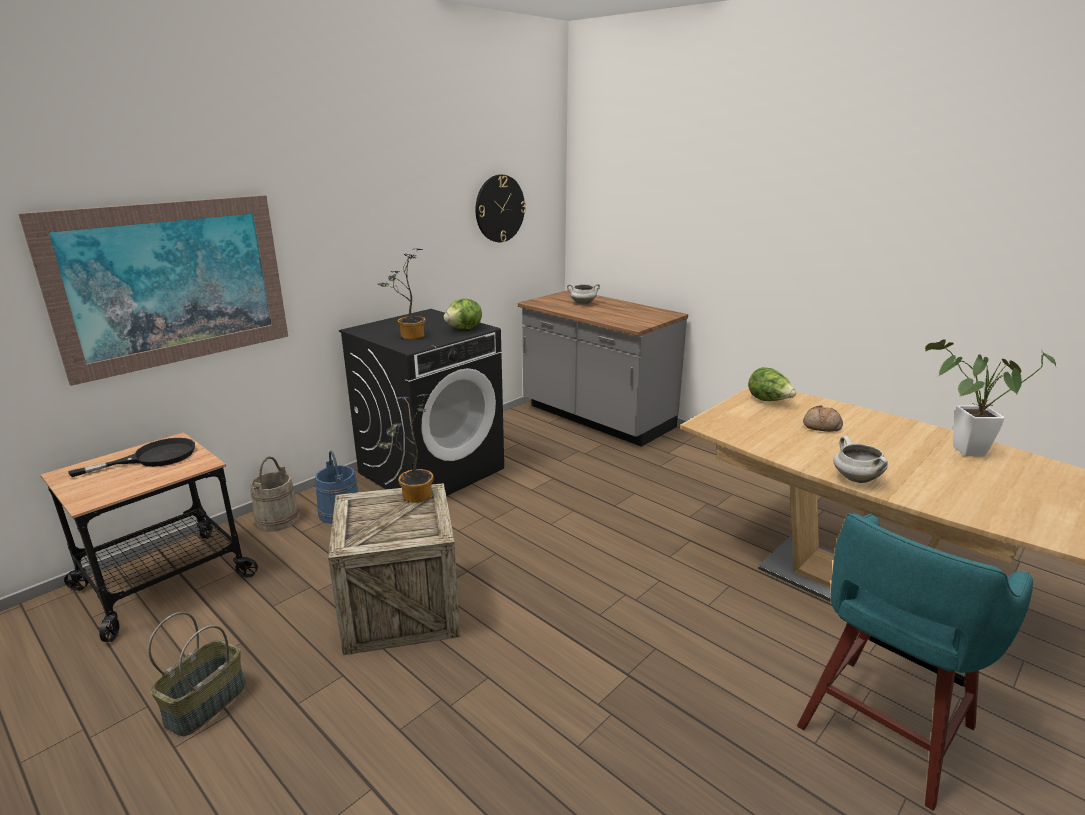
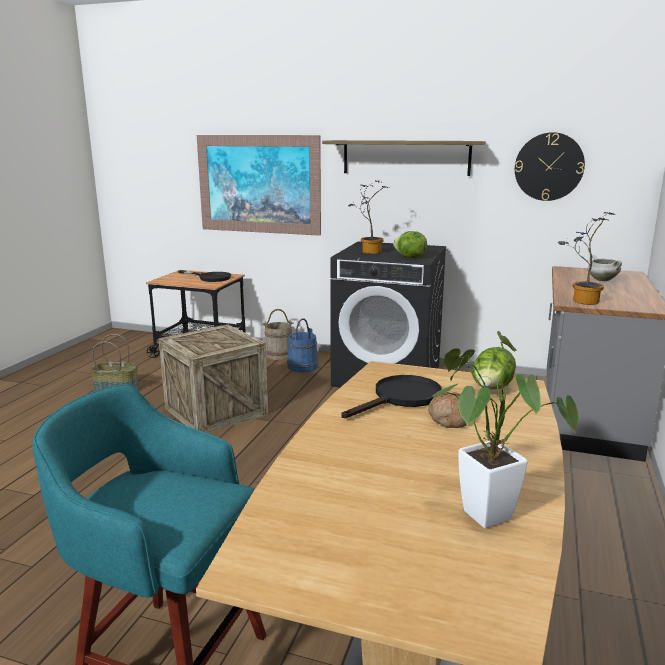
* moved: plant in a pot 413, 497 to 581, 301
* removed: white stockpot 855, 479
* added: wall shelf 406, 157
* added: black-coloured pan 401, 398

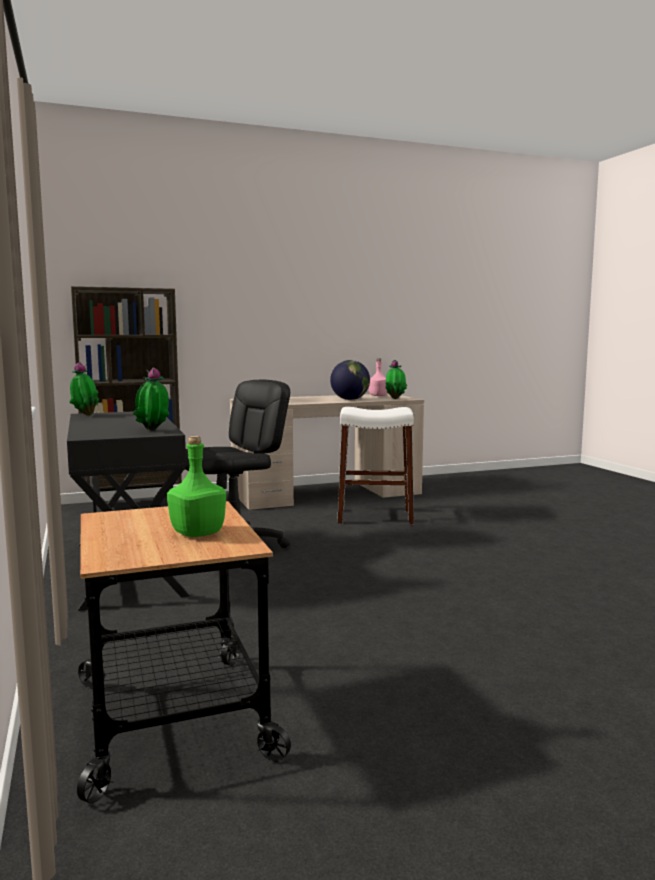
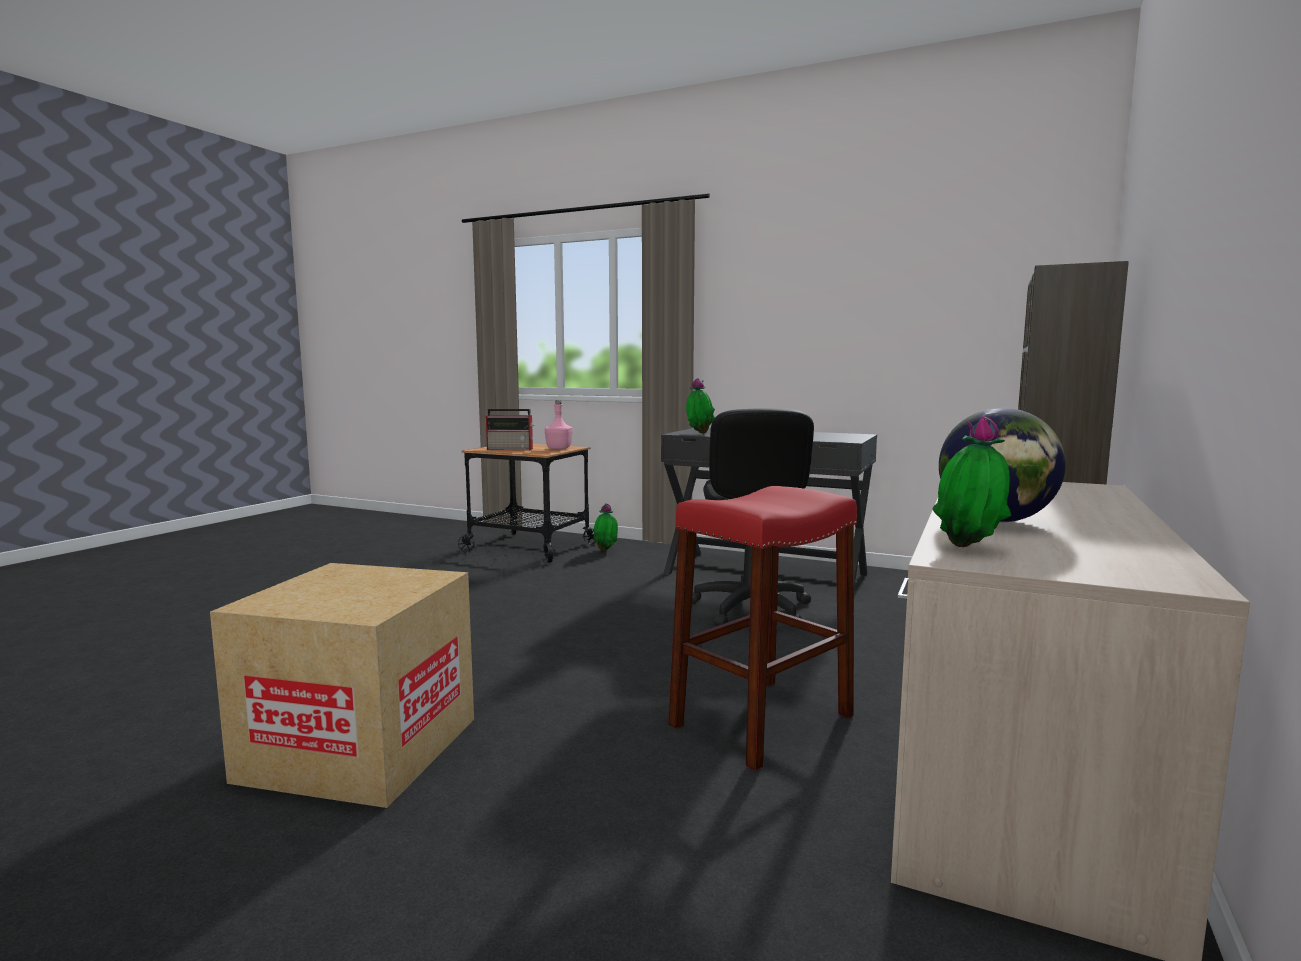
* moved: plant in a pot 85, 415 to 606, 550
* replaced: greenish beverage bottle 197, 533 to radio set 511, 449
* recoloured: white stool seat 374, 517 to red stool seat 762, 720
* moved: pink beverage bottle 378, 396 to 558, 449
* added: packing box 360, 748

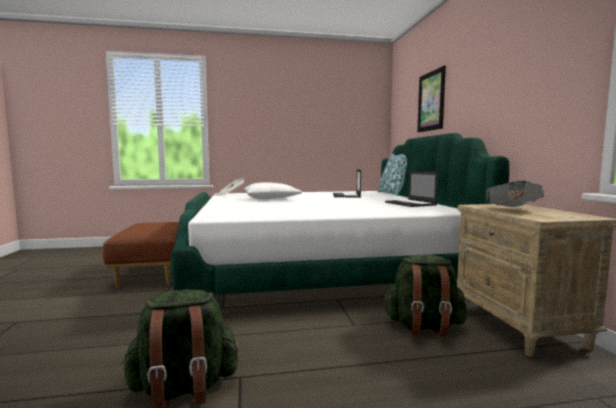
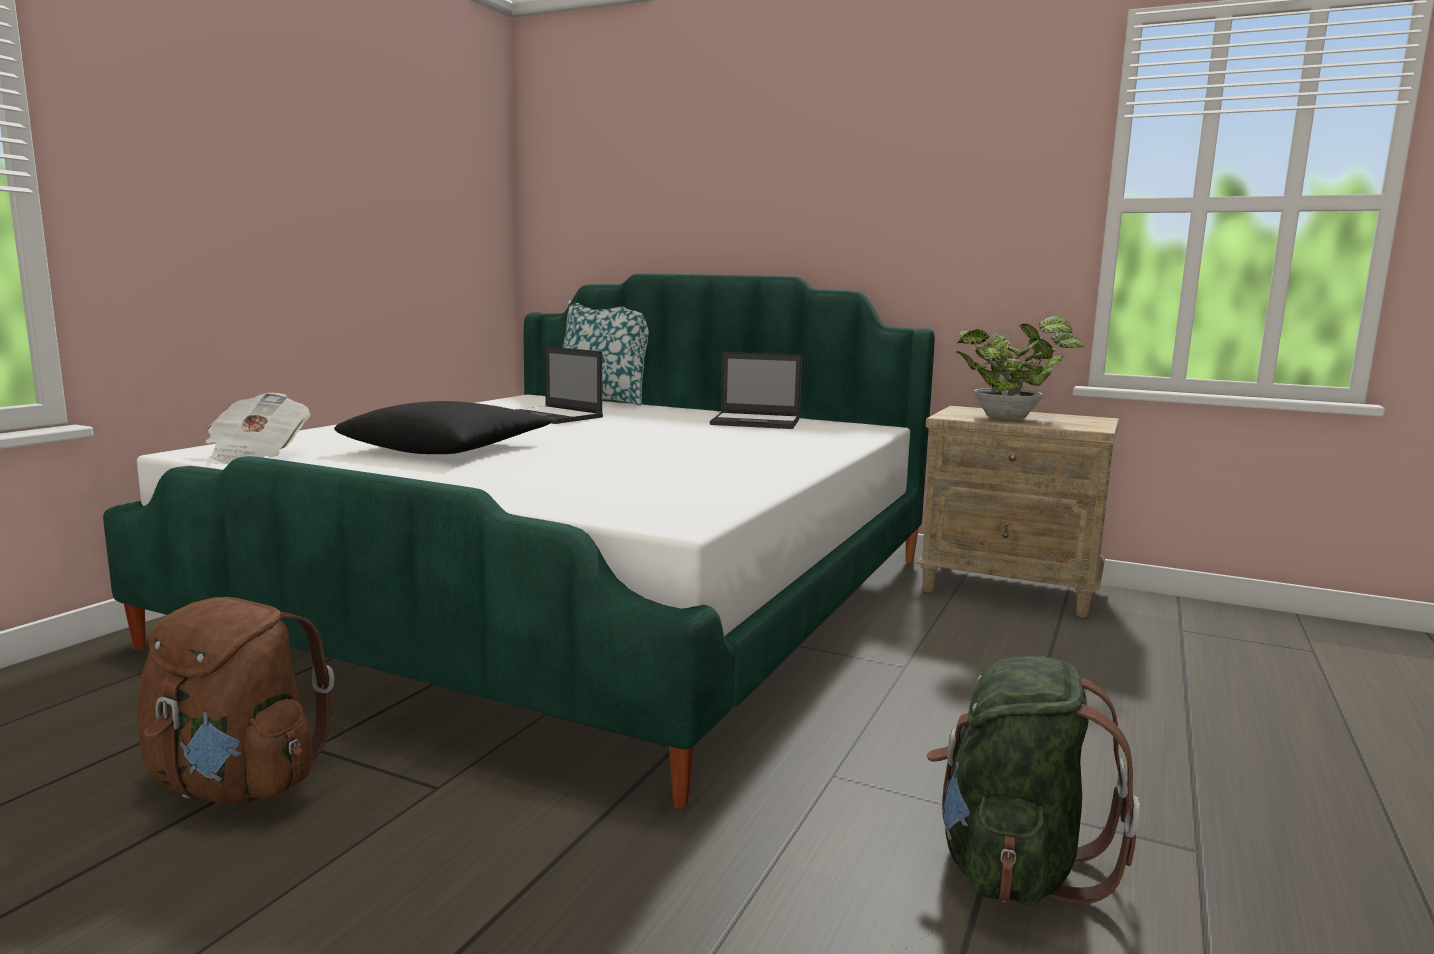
* replaced: brown ottoman 153, 274 to brown backpack 236, 784
* recoloured: white throw pillow 271, 198 to black-coloured throw pillow 448, 448
* removed: greenish backpack 423, 327
* removed: wall picture 431, 101
* replaced: printed paper 512, 209 to plant in a pot 1011, 418

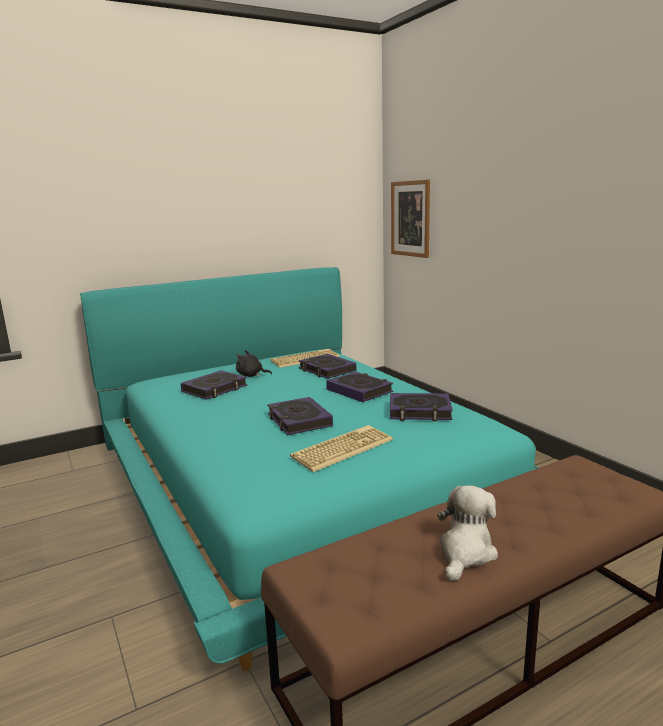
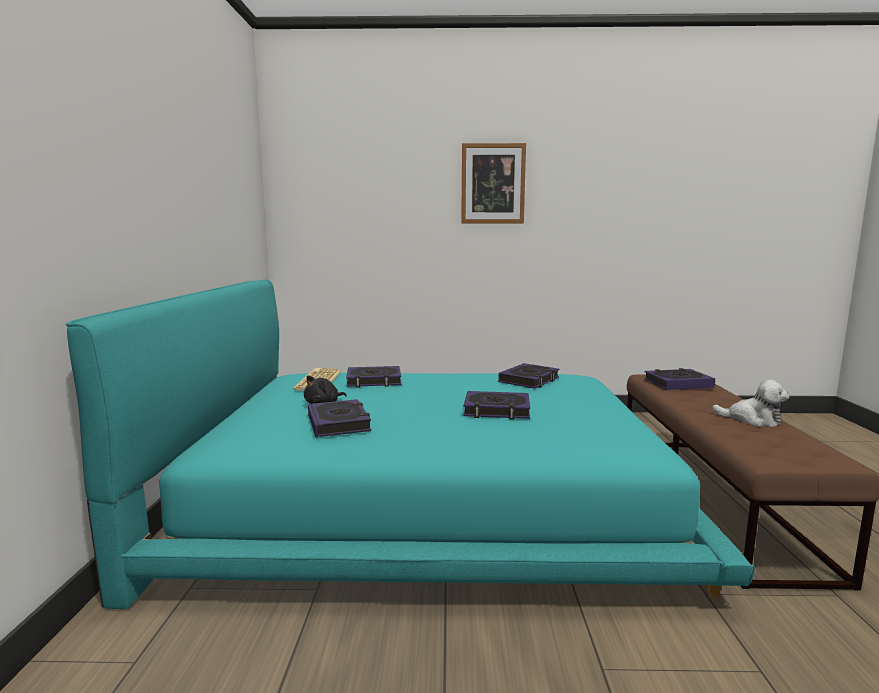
* removed: keyboard 342, 448
* moved: bound book 359, 391 to 677, 384
* moved: wall picture 410, 218 to 493, 184
* turned: soft toy 465, 552 = 752, 420 150 degrees clockwise

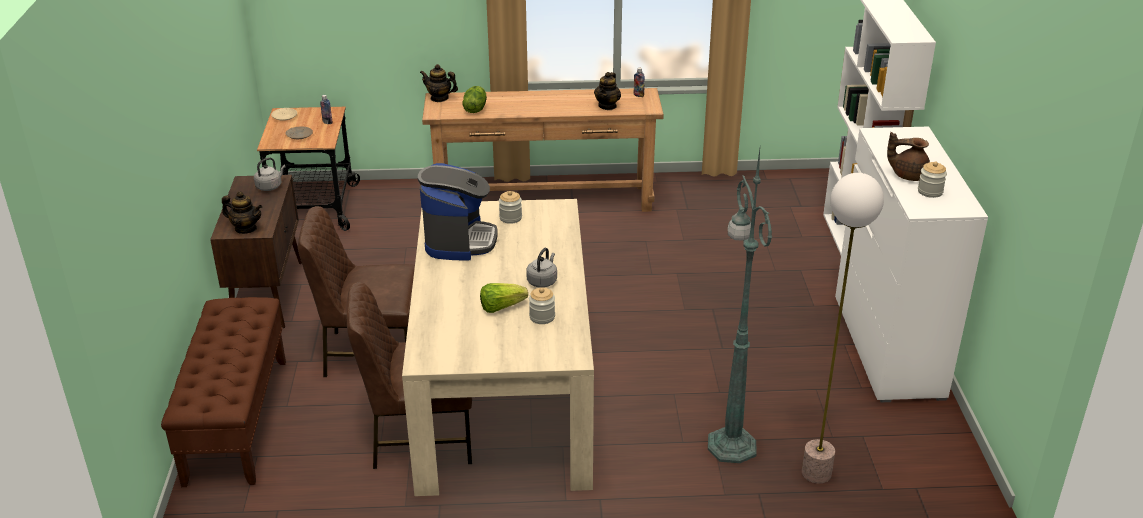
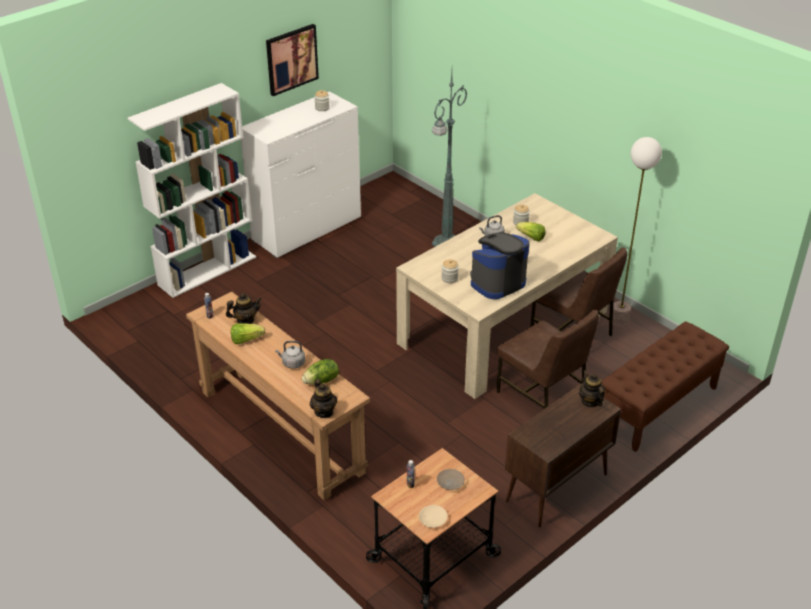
* moved: greyish kettle 270, 186 to 292, 363
* moved: standard lamp 816, 472 to 619, 322
* removed: brown teapot 908, 175
* added: lettuce head 246, 339
* added: wall picture 291, 59

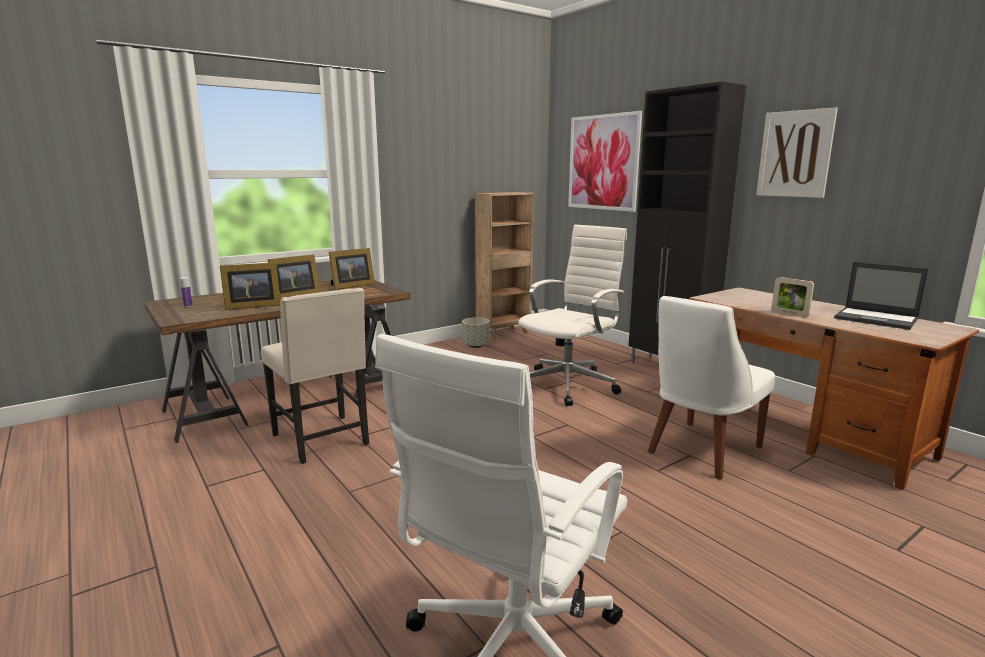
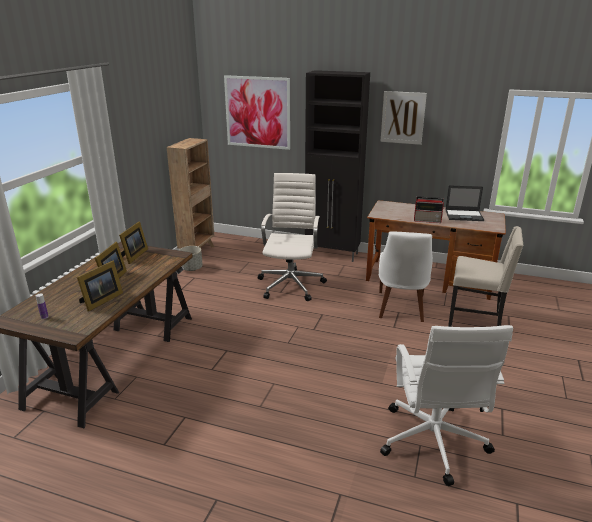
* moved: beige chair 323, 440 to 475, 321
* replaced: standing frame 789, 313 to radio set 428, 220

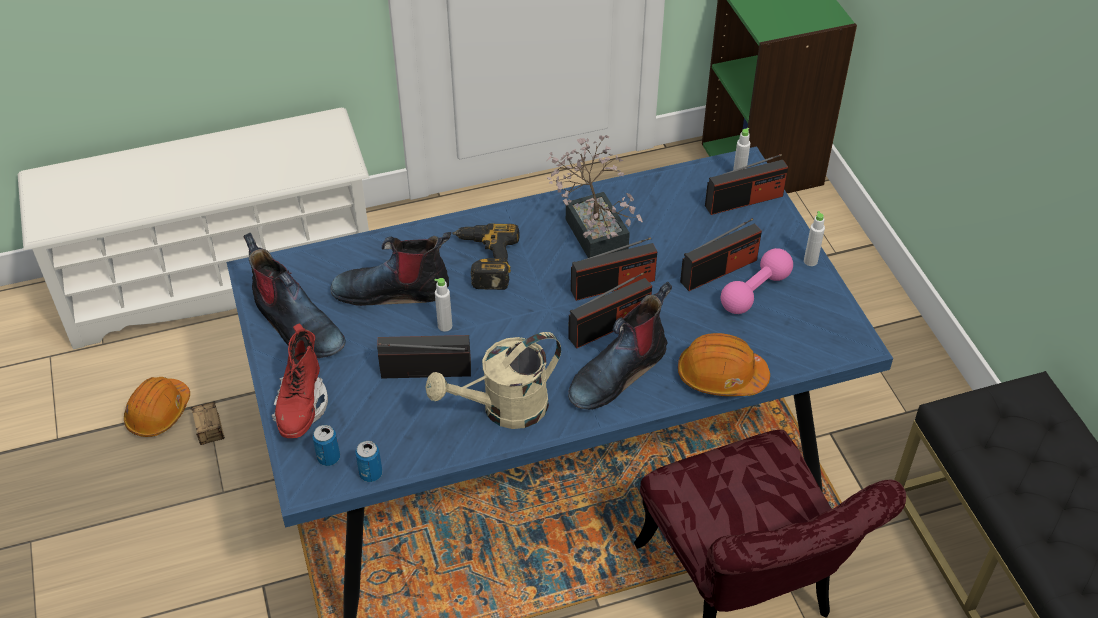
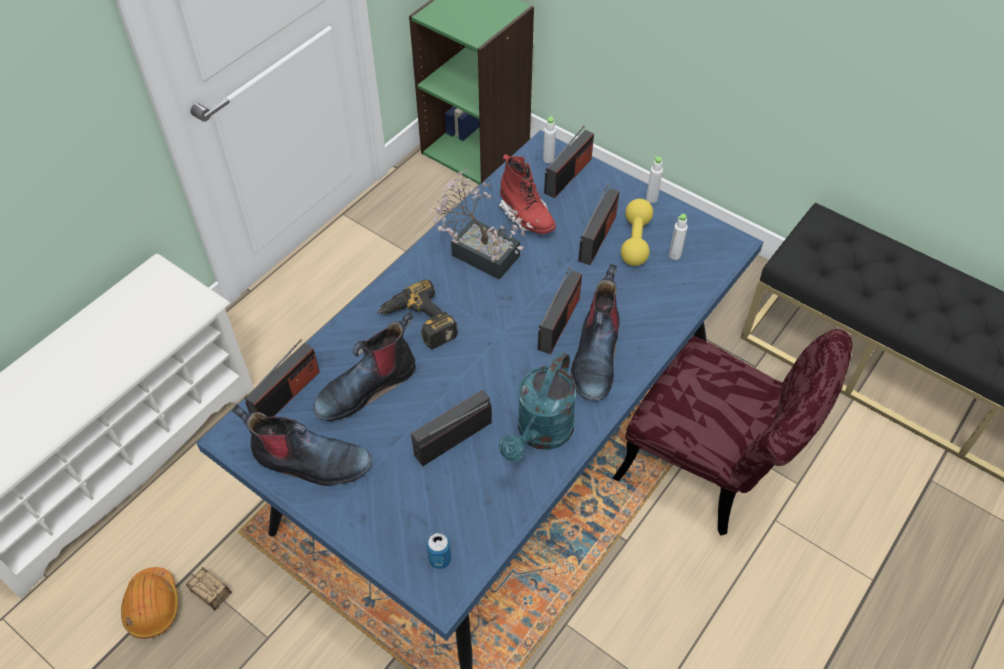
* moved: red tall boot 301, 407 to 526, 216
* removed: sealed can 371, 474
* recoloured: beige watering can 504, 409 to turquoise-coloured watering can 540, 434
* moved: white beverage bottle 445, 326 to 674, 255
* moved: radio set 613, 285 to 286, 395
* removed: orangey safety helmet 721, 376
* recoloured: pink dumbbell 755, 292 to yellowish dumbbell 635, 241

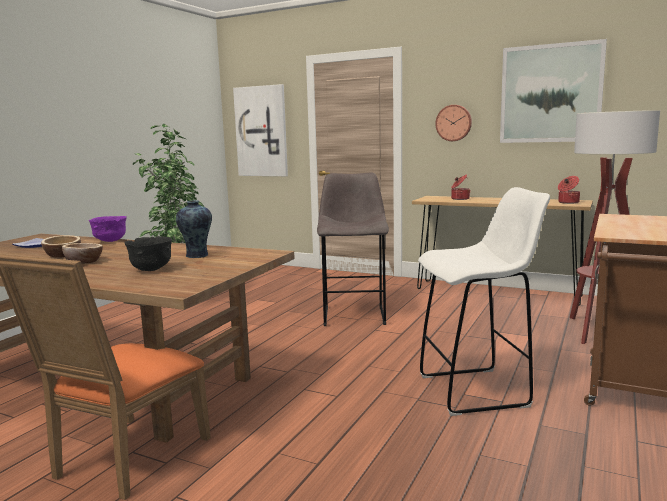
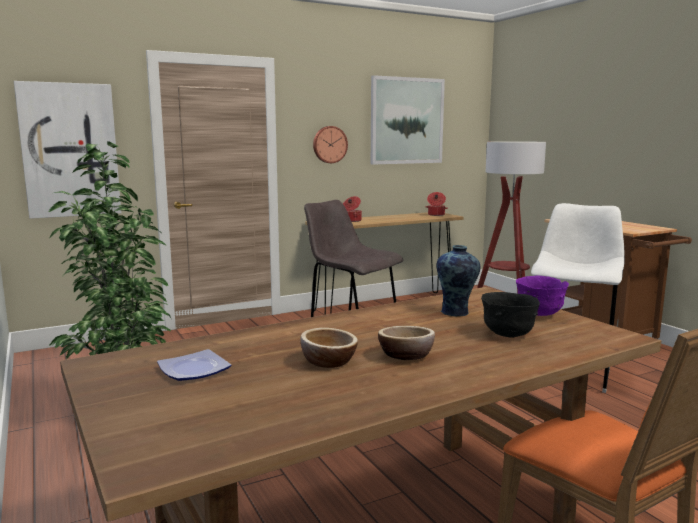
* moved: purple-coloured deep dish 110, 241 to 539, 314

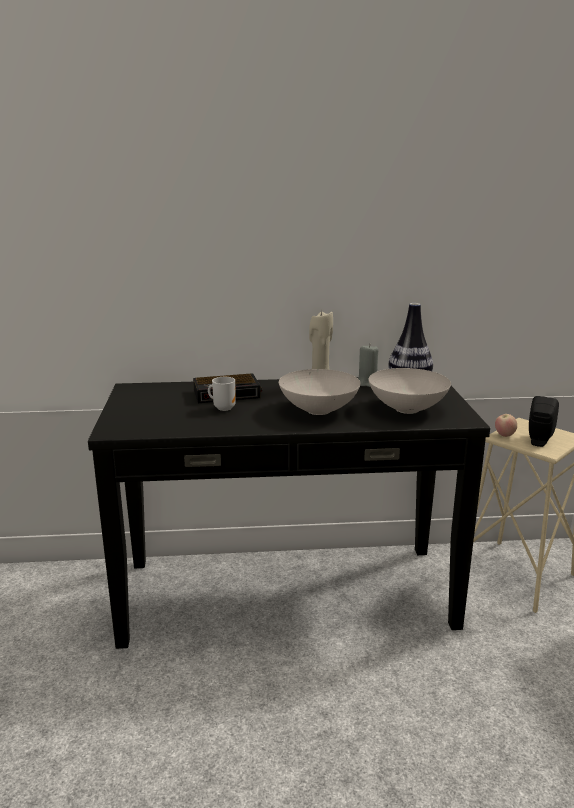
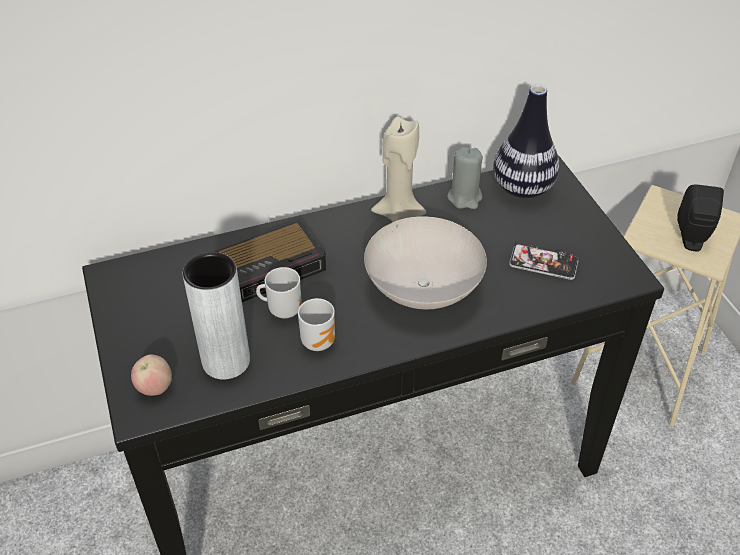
* replaced: white deep dish 407, 409 to telephone 543, 263
* moved: apple fruit 504, 435 to 155, 387
* added: greyish flower vase 226, 361
* added: tea mug 319, 340

